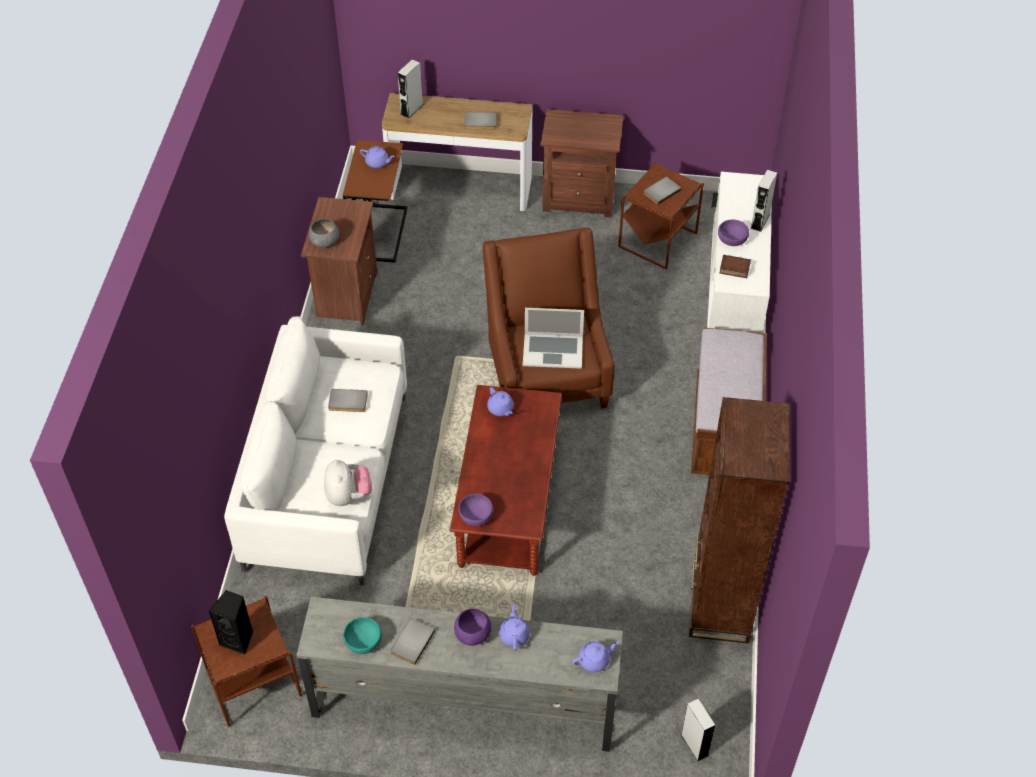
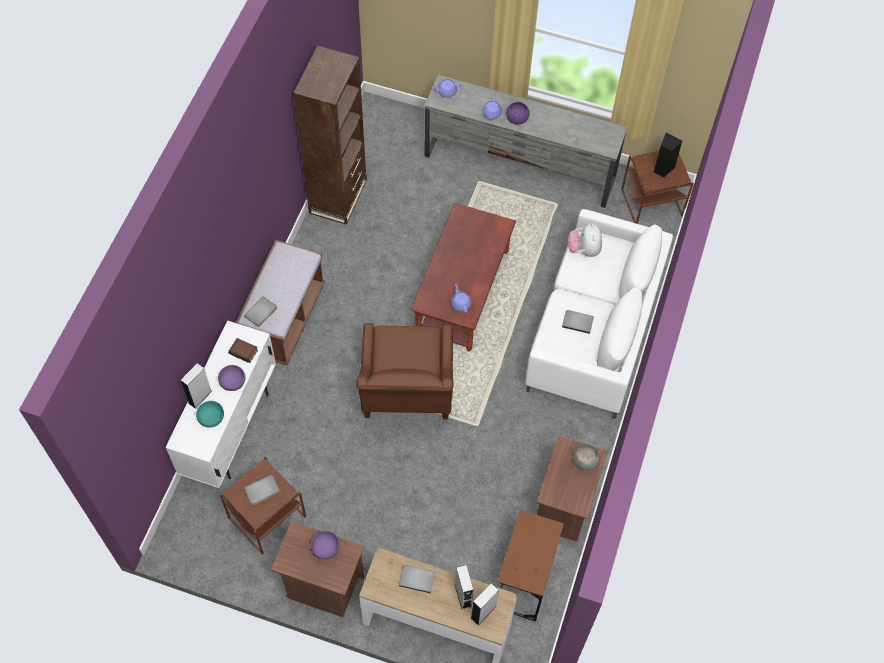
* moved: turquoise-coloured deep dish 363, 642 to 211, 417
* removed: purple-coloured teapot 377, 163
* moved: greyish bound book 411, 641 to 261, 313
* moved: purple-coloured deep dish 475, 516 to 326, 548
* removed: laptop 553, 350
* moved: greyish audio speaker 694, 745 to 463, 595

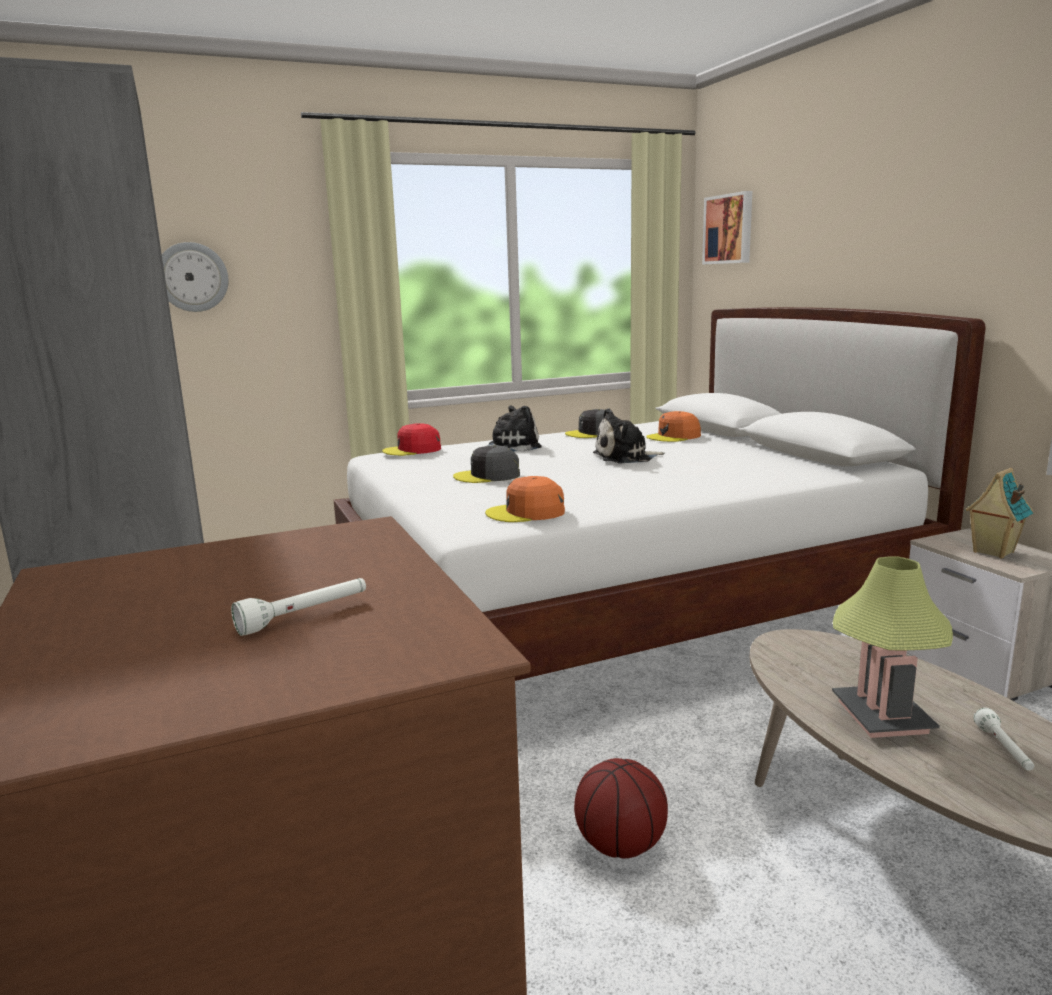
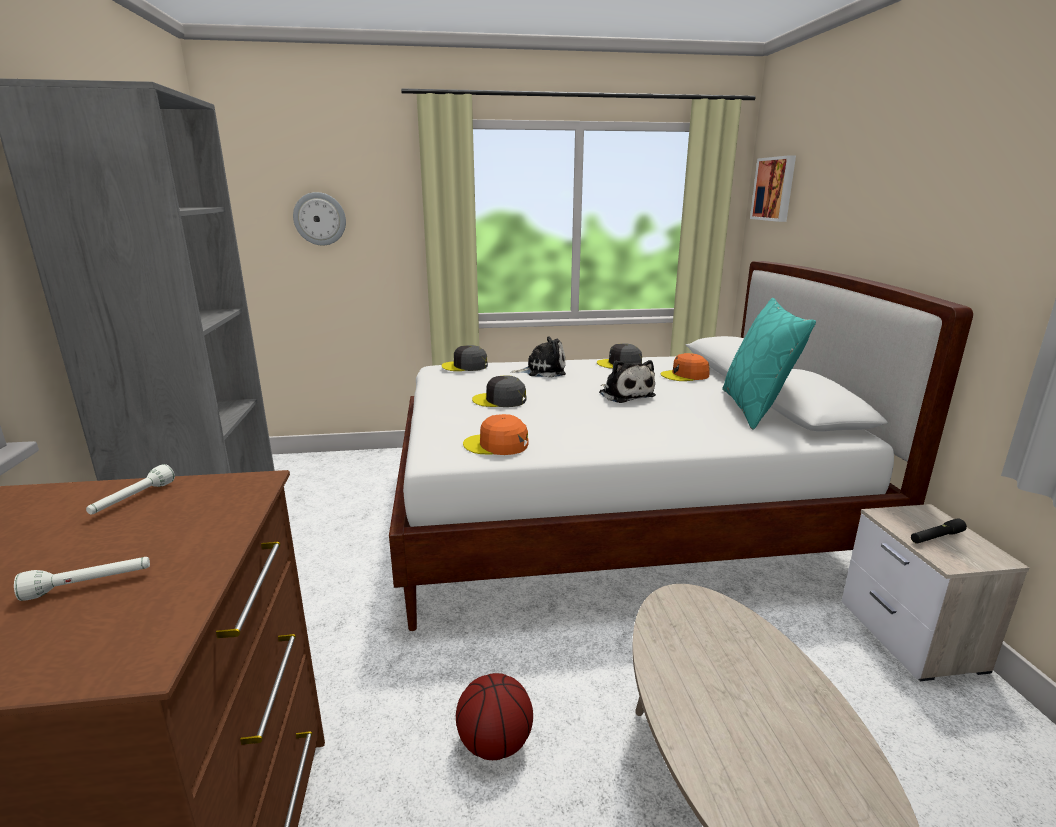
* recoloured: red cap 413, 450 to greyish cap 465, 366
* turned: soft toy 626, 457 = 625, 394 120 degrees counterclockwise
* removed: lamp for a table 881, 716
* replaced: toy house 992, 552 to black-coloured hand torch 936, 537
* moved: white hand torch 1004, 750 to 133, 500
* added: turquoise-coloured throw pillow 756, 408

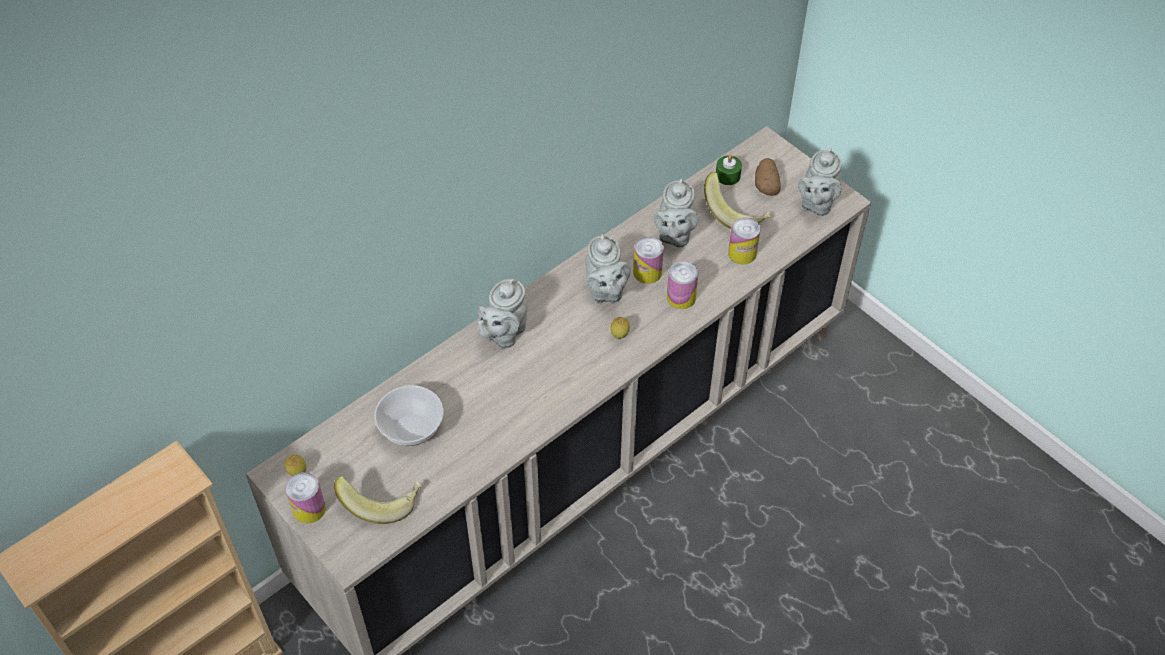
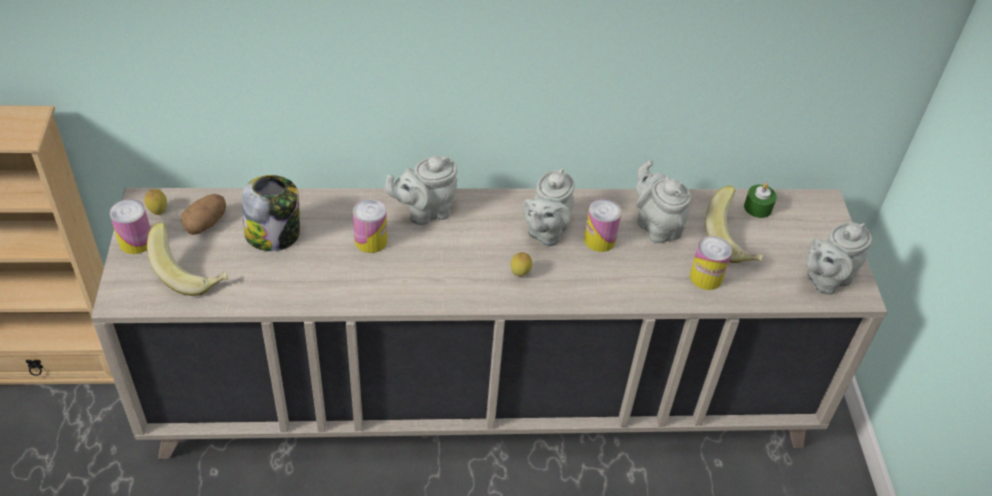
* replaced: deep dish 411, 428 to jar 274, 234
* turned: greyish teapot 674, 235 = 656, 225 105 degrees clockwise
* moved: sealed can 681, 297 to 371, 241
* moved: potato 766, 185 to 206, 223

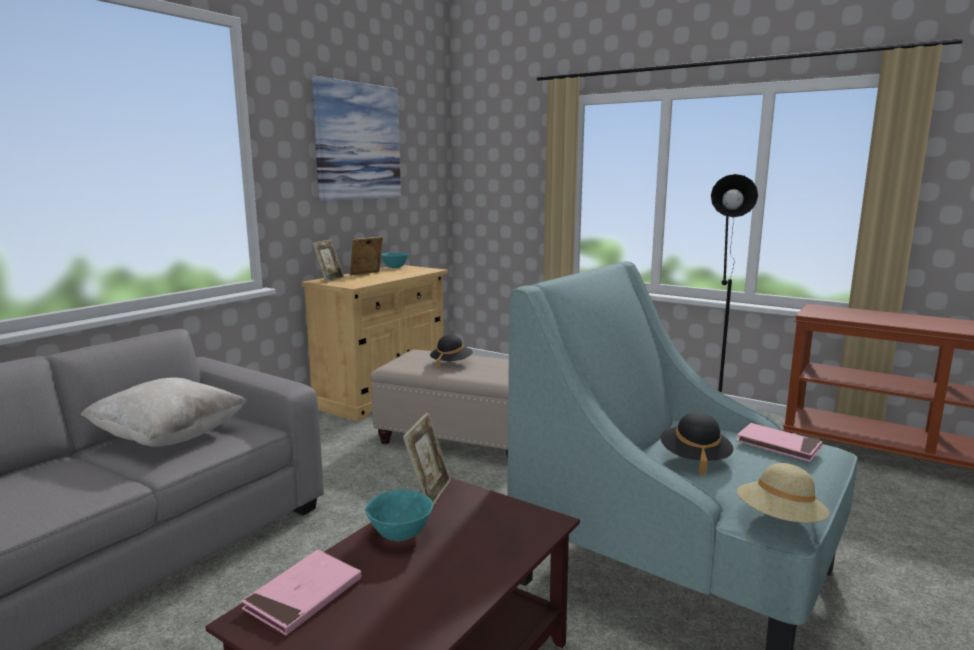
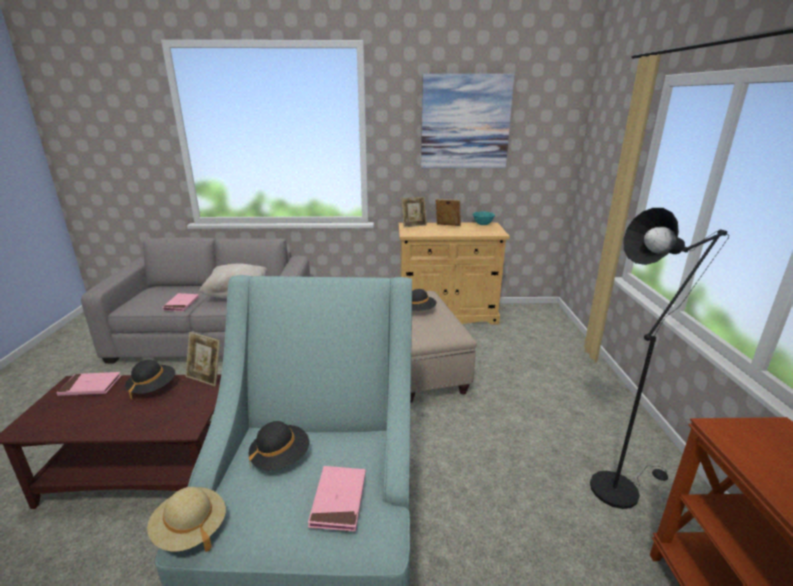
* replaced: turquoise-coloured deep dish 400, 536 to black-coloured wearable hat 153, 388
* turned: standing frame 429, 493 = 206, 377 45 degrees clockwise
* added: pink bound book 181, 304

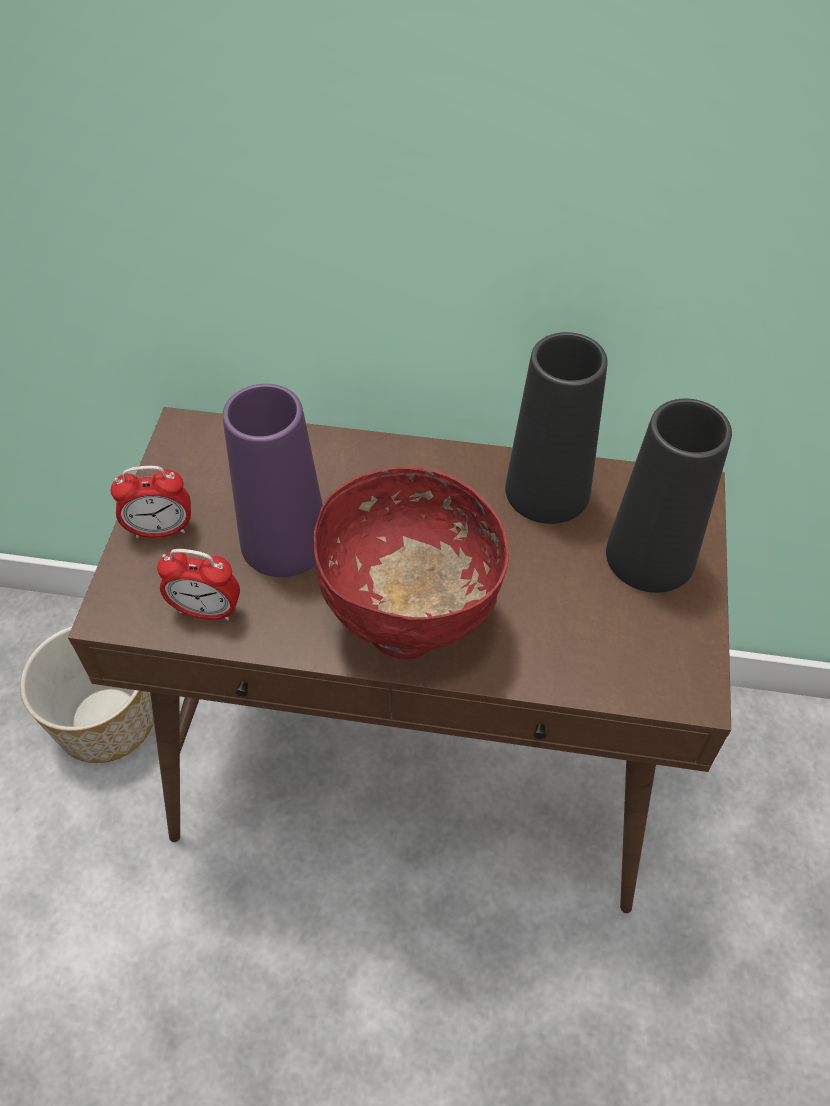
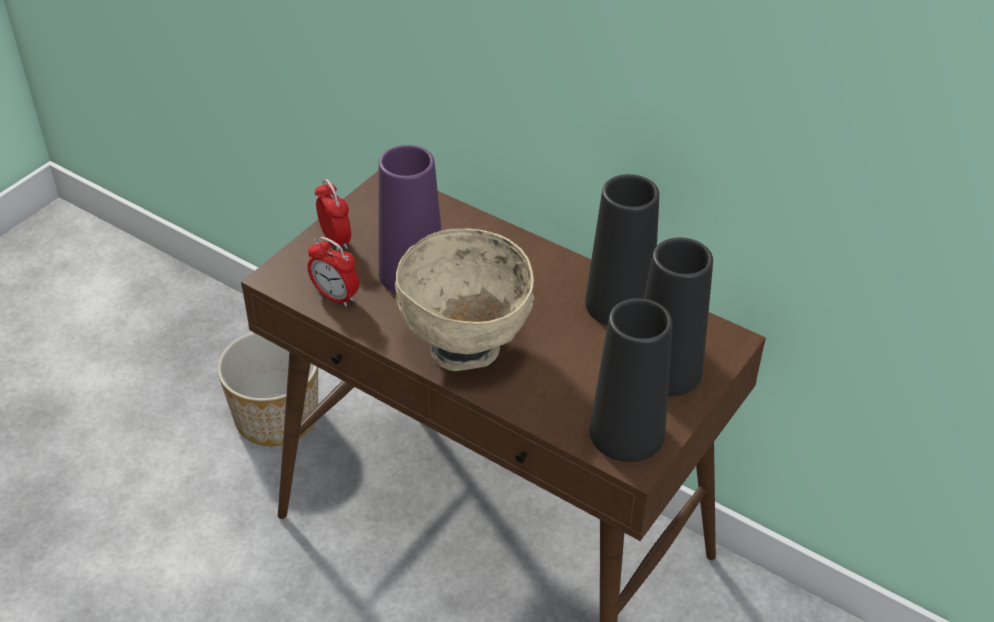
* turned: alarm clock 161, 530 = 335, 240 135 degrees counterclockwise
* recoloured: red deep dish 410, 619 to beige deep dish 466, 348
* added: black-coloured flower vase 627, 433

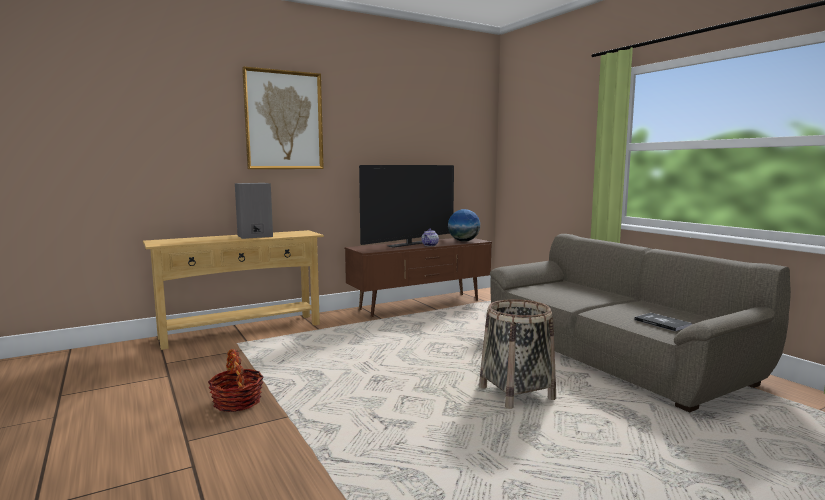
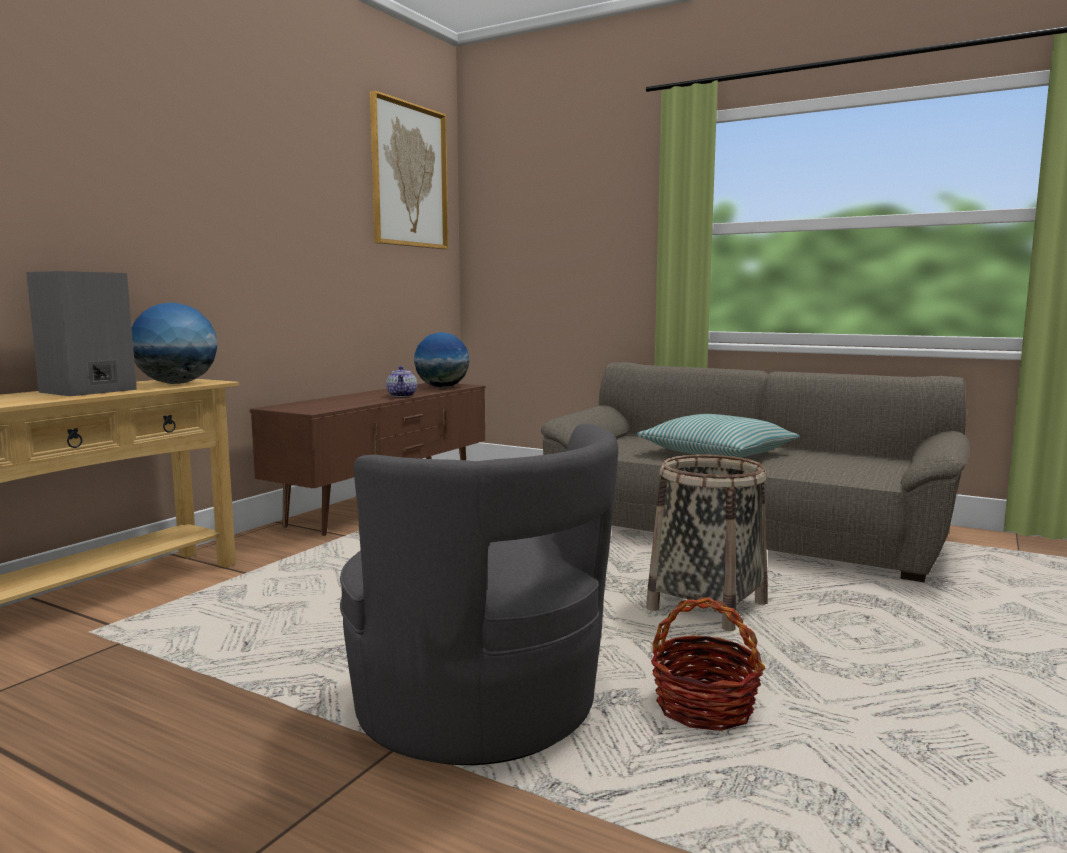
* moved: storage basket 237, 402 to 704, 707
* moved: wall picture 284, 120 to 409, 176
* removed: television 409, 244
* removed: bound book 662, 323
* added: globe 176, 383
* added: greyish lounge chair 481, 709
* added: throw pillow 717, 453

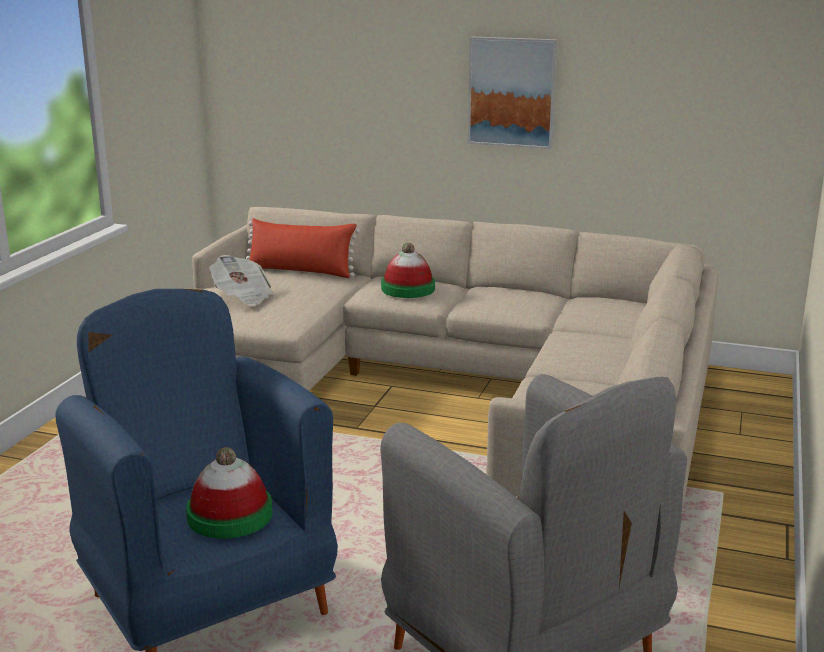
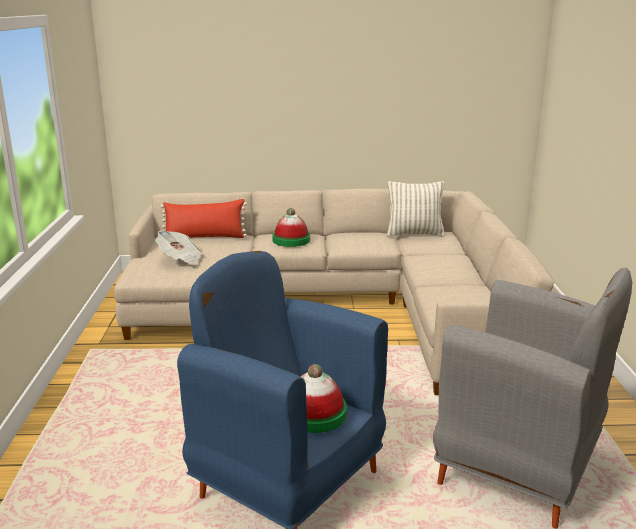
* removed: wall picture 512, 92
* added: throw pillow 414, 234

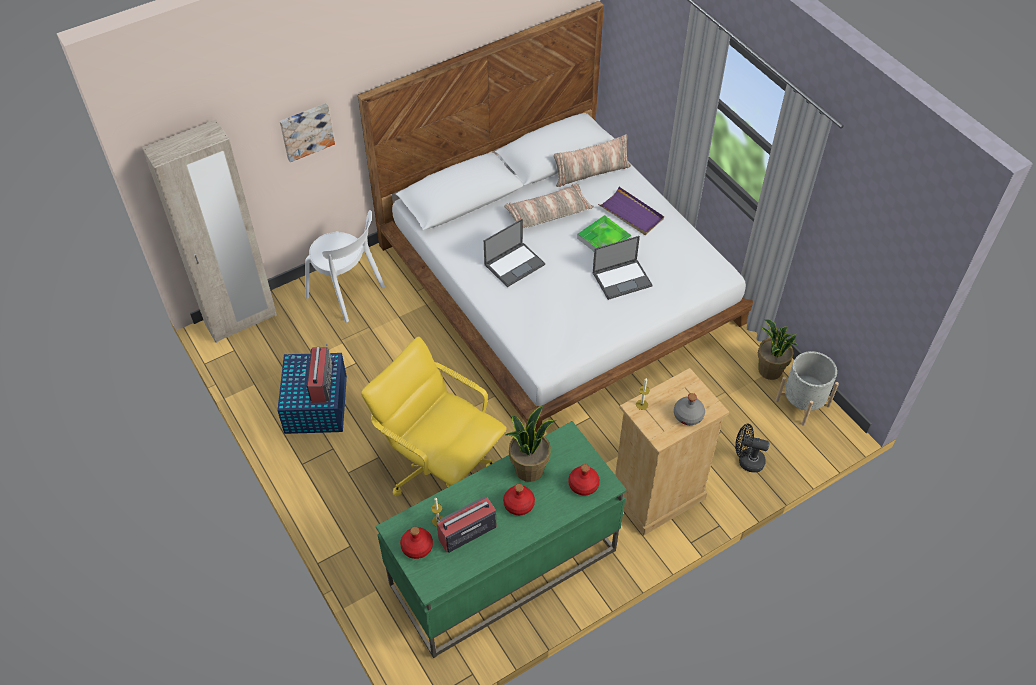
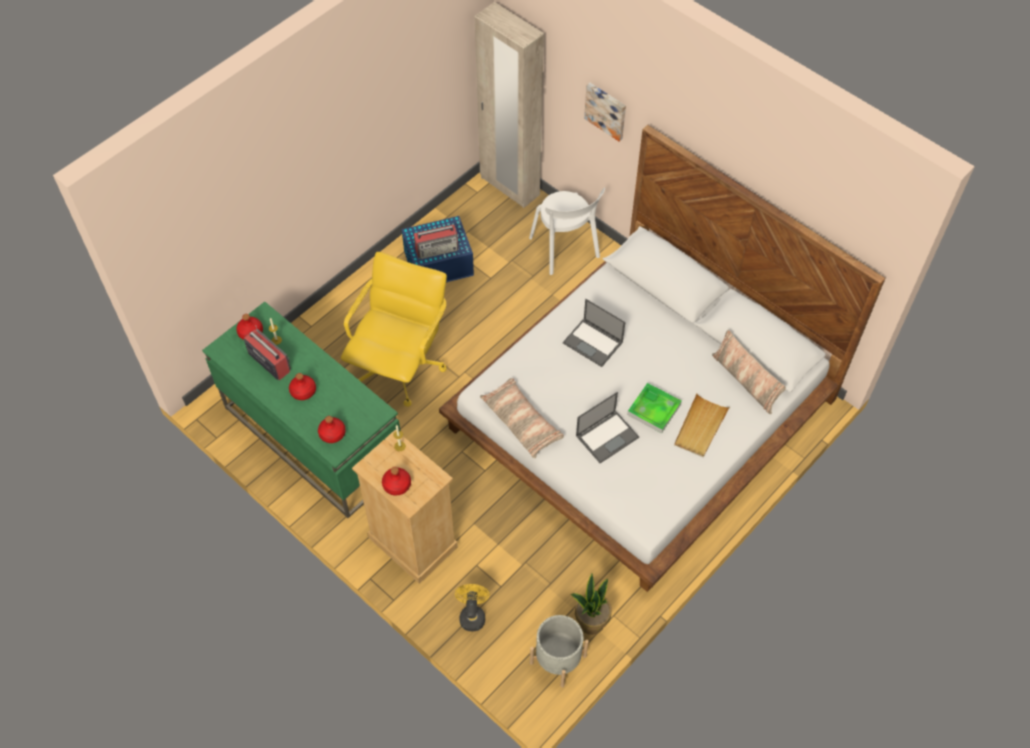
* turned: white chair 348, 293 = 565, 249 45 degrees counterclockwise
* moved: throw pillow 548, 213 to 522, 422
* removed: plant in a pot 529, 469
* turned: laptop 622, 279 = 607, 436 90 degrees counterclockwise
* recoloured: purple-coloured carrying tray 631, 213 to beige carrying tray 700, 427
* recoloured: greyish beverage bottle 688, 415 to red beverage bottle 396, 485
* recoloured: black-coloured electric fan 746, 460 to yellowish electric fan 472, 614

